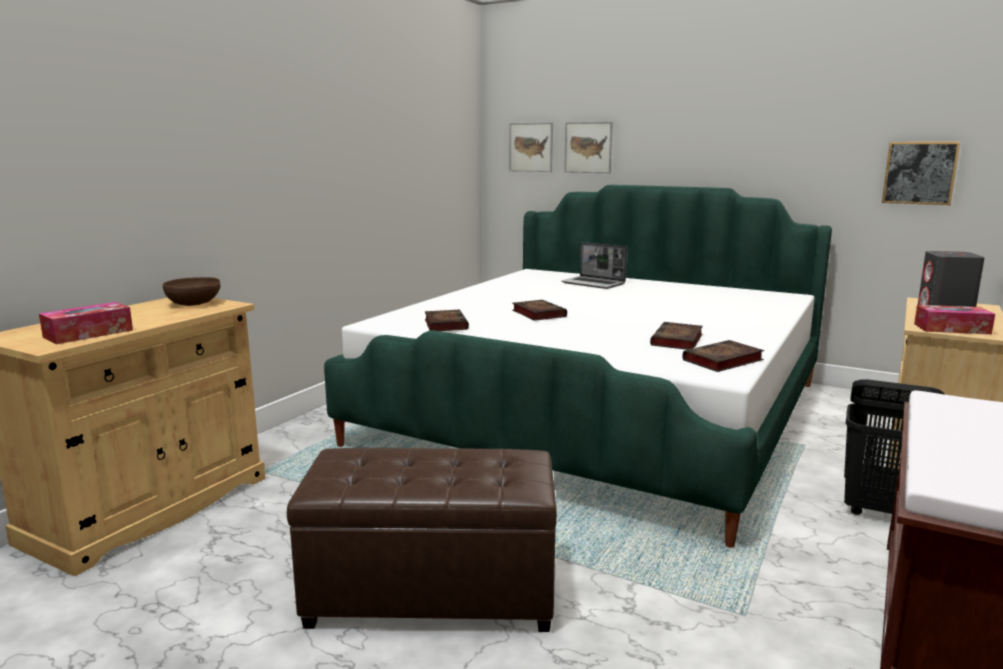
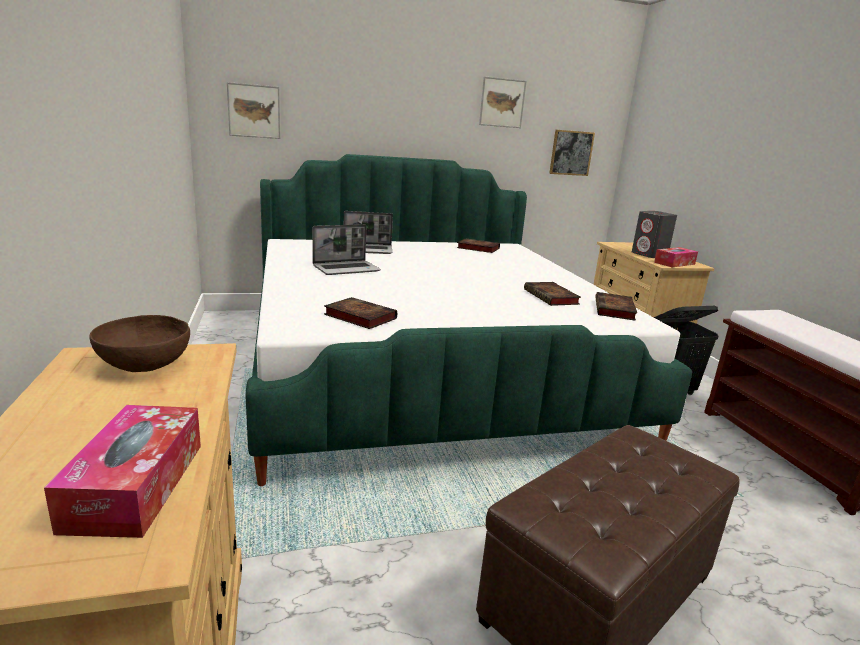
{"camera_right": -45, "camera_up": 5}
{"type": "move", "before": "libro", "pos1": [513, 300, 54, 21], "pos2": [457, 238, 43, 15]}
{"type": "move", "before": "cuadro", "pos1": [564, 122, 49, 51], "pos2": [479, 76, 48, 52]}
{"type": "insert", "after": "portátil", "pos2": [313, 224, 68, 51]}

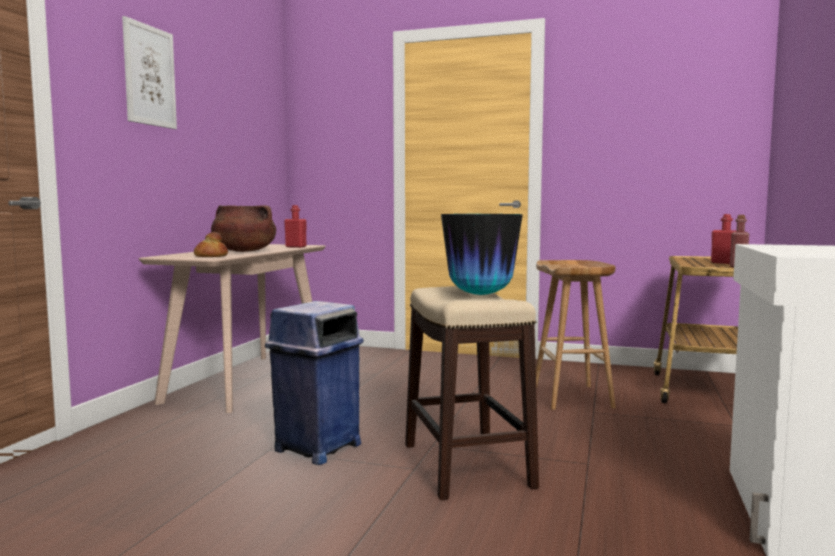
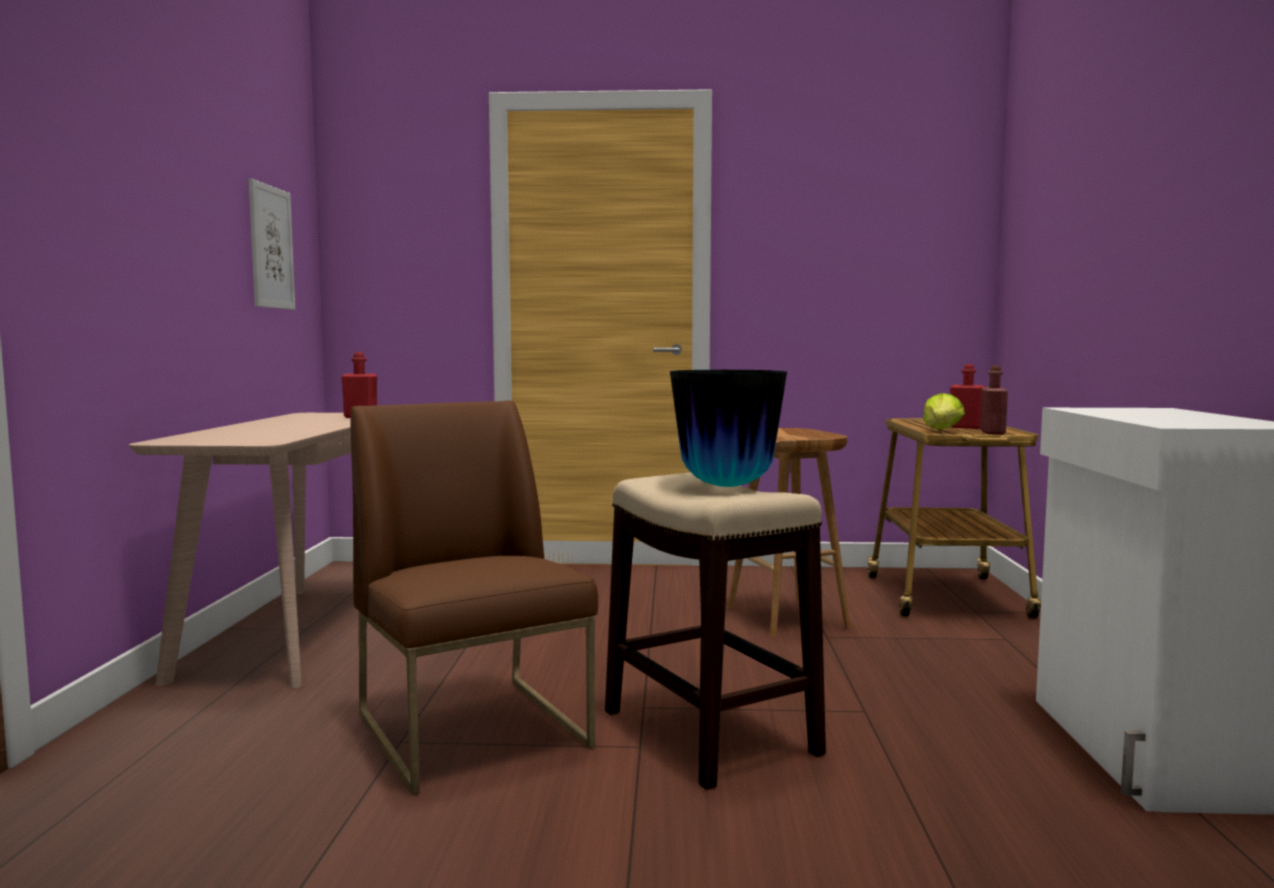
{"camera_right": -15, "camera_up": 0}
{"type": "move", "before": "cuadro", "pos1": [122, 16, 55, 113], "pos2": [249, 179, 46, 131]}
{"type": "delete", "before": "pan", "pos1": [194, 232, 34, 25]}
{"type": "delete", "before": "olla/marrón", "pos1": [211, 205, 65, 47]}
{"type": "replace", "before": "papelera/azul", "after": "silla/marrón", "pos1": [265, 301, 99, 164], "pos2": [351, 401, 247, 394]}
{"type": "insert", "after": "lechuga", "pos2": [923, 393, 42, 36]}

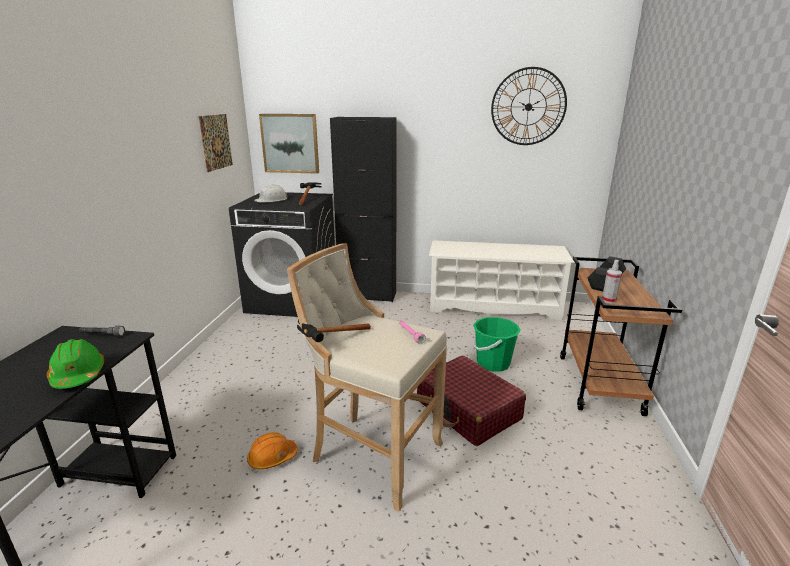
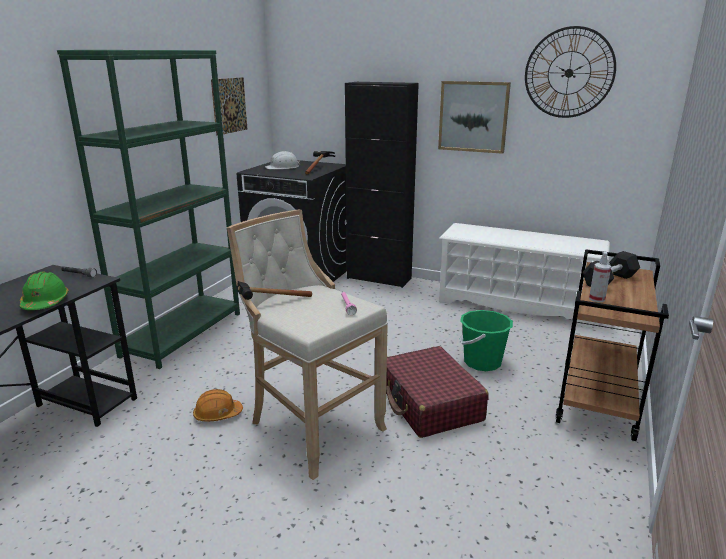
{"camera_right": 15, "camera_up": 0}
{"type": "move", "before": "cuadro", "pos1": [259, 114, 60, 60], "pos2": [438, 81, 73, 73]}
{"type": "insert", "after": "estantería/verde", "pos2": [57, 50, 183, 319]}

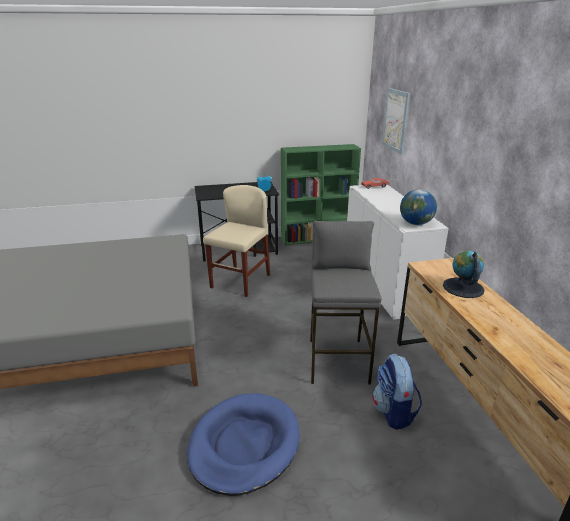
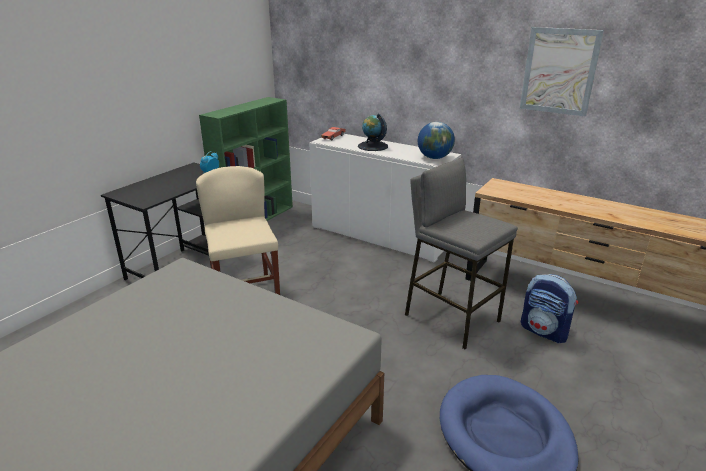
{"camera_right": -45, "camera_up": 0}
{"type": "move", "before": "cuadro", "pos1": [382, 88, 28, 67], "pos2": [520, 27, 84, 90]}
{"type": "move", "before": "globo terráqueo", "pos1": [443, 251, 41, 47], "pos2": [358, 113, 30, 38]}

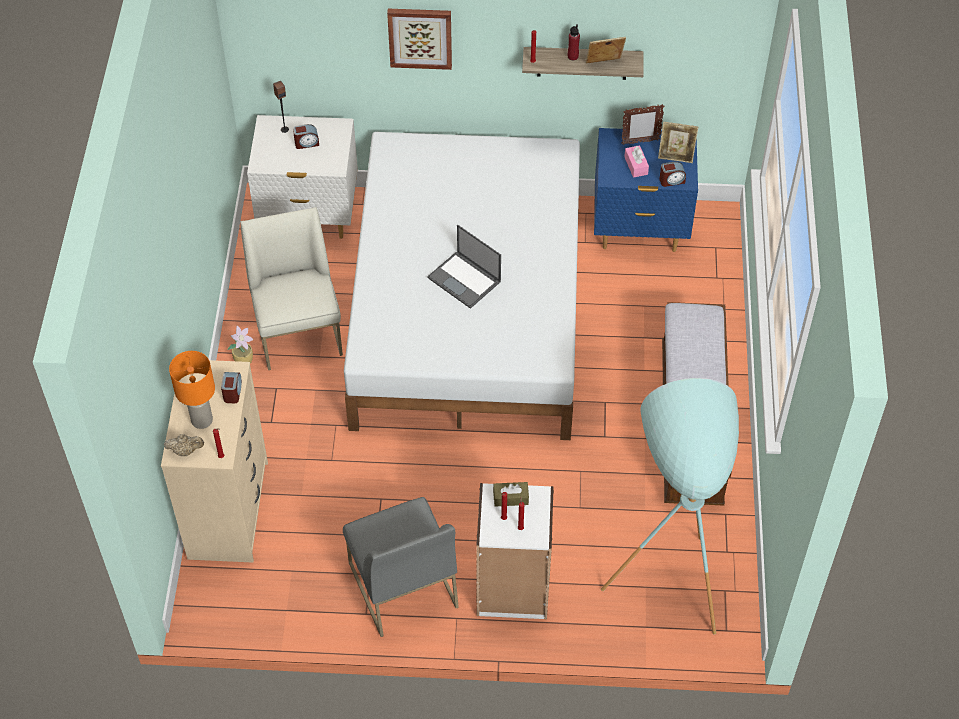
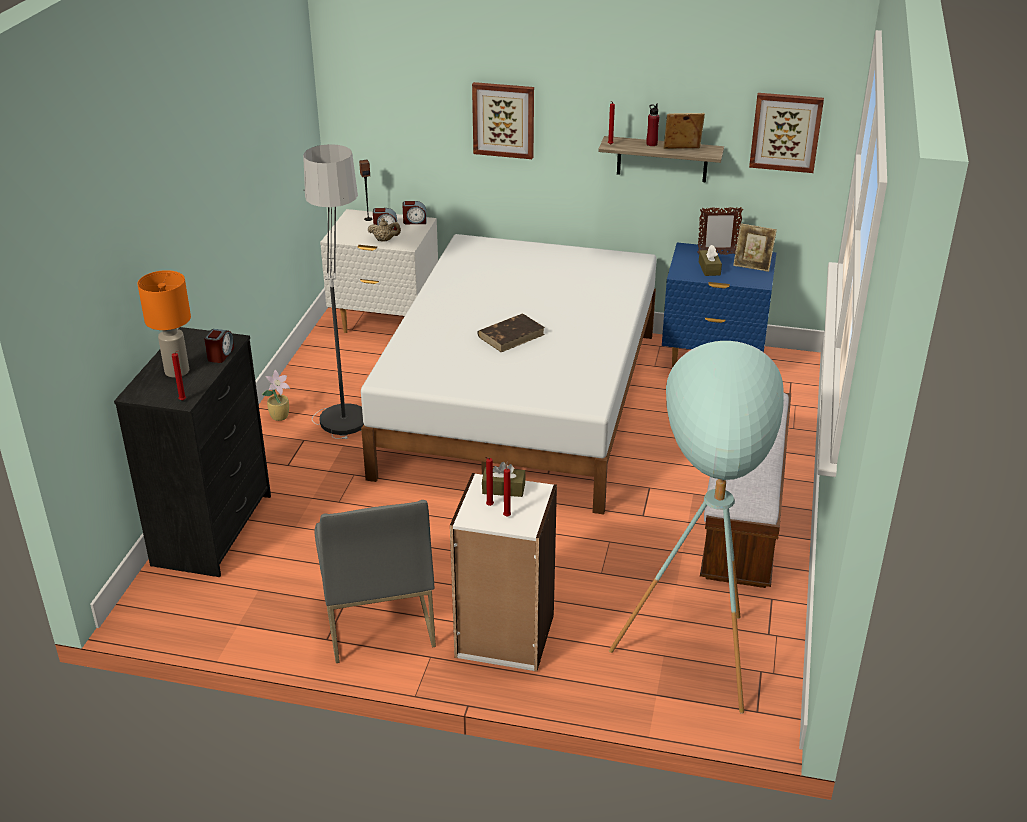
{"camera_right": 10, "camera_up": -20}
{"type": "recolor", "before": "cómoda/beis", "after": "cómoda/negro", "pos1": [161, 360, 107, 203], "pos2": [114, 327, 157, 250]}
{"type": "move", "before": "tetera/beis", "pos1": [164, 434, 40, 22], "pos2": [368, 218, 33, 23]}
{"type": "replace", "before": "silla/blanco", "after": "lámpara de pie", "pos1": [241, 207, 102, 163], "pos2": [303, 144, 61, 295]}
{"type": "replace", "before": "portátil", "after": "libro/marrón", "pos1": [427, 224, 74, 85], "pos2": [478, 313, 67, 39]}
{"type": "recolor", "before": "caja de pañuelos/rosa", "after": "caja de pañuelos/marrón", "pos1": [624, 145, 25, 33], "pos2": [699, 245, 23, 31]}
{"type": "move", "before": "despertador", "pos1": [659, 162, 27, 25], "pos2": [402, 201, 25, 23]}
{"type": "insert", "after": "cuadro", "pos2": [749, 93, 75, 80]}

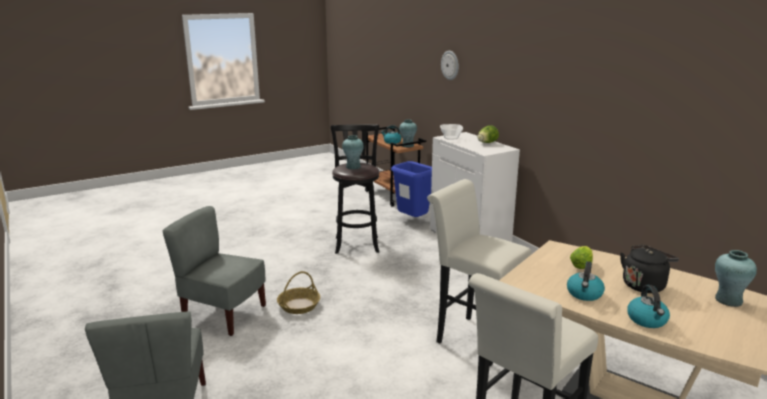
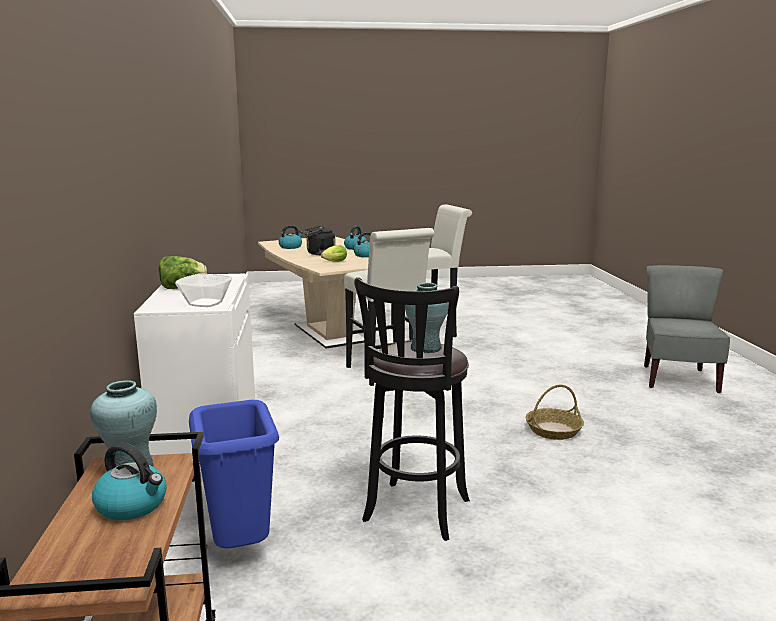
{"camera_right": -155, "camera_up": -5}
{"type": "delete", "before": "silla/gris", "pos1": [162, 206, 104, 130]}
{"type": "delete", "before": "reloj de pared", "pos1": [441, 51, 18, 29]}
{"type": "replace", "before": "florero/turquesa", "after": "hervidor", "pos1": [715, 250, 42, 57], "pos2": [279, 225, 24, 24]}

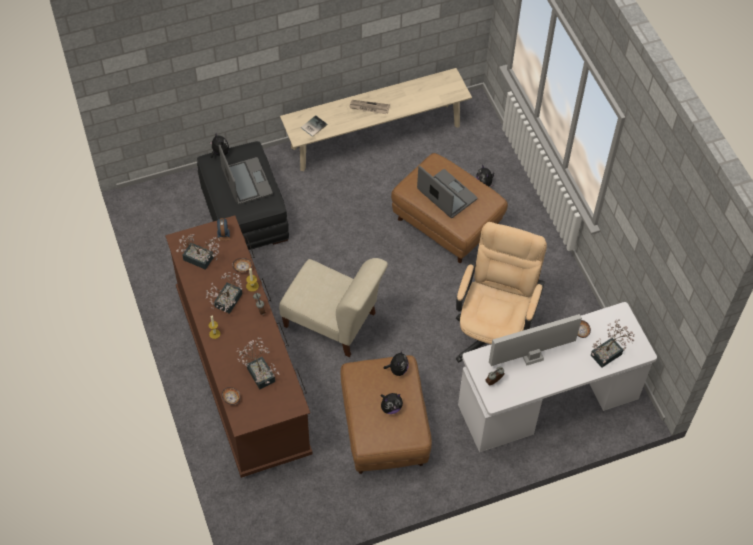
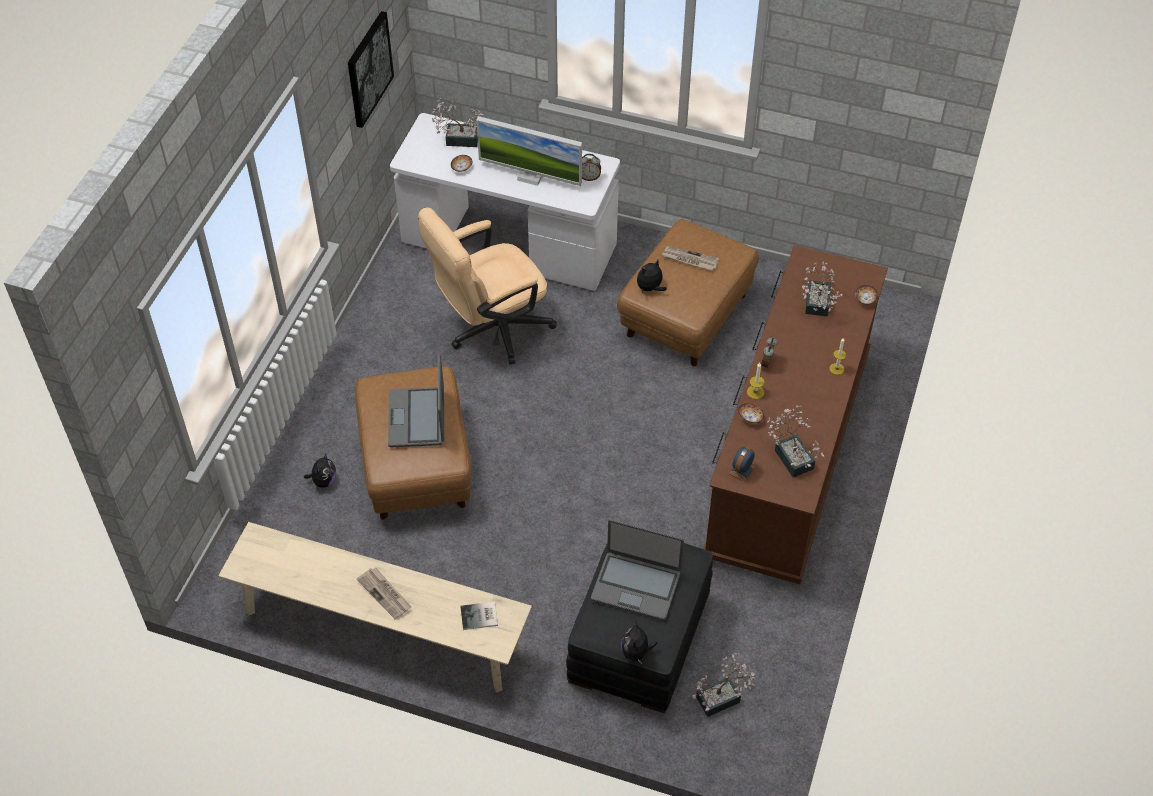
{"camera_right": -140, "camera_up": -5}
{"type": "move", "before": "planta en maceta", "pos1": [206, 272, 36, 42], "pos2": [692, 653, 63, 64]}
{"type": "rotate", "before": "portátil", "pos1": [219, 145, 54, 60], "pos2": [591, 519, 93, 101], "turn": -90}
{"type": "delete", "before": "silla/beis", "pos1": [279, 258, 109, 99]}
{"type": "replace", "before": "peluche", "after": "periódico", "pos1": [381, 393, 22, 21], "pos2": [662, 246, 57, 24]}
{"type": "insert", "after": "cuadro", "pos2": [348, 11, 46, 117]}

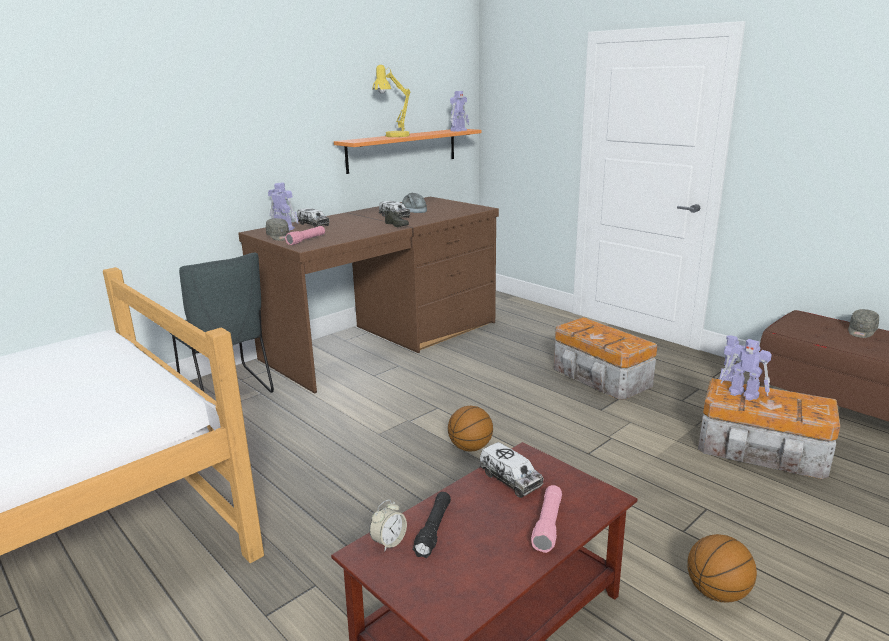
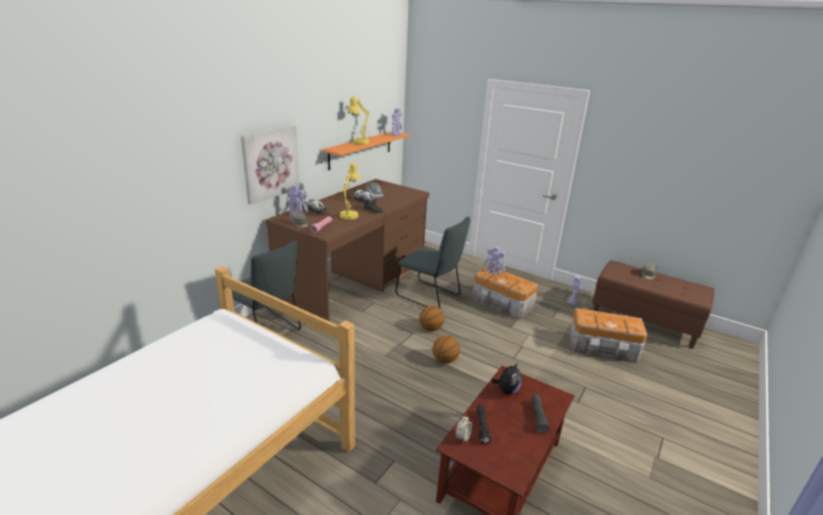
{"camera_right": -15, "camera_up": 5}
{"type": "replace", "before": "camión de juguete", "after": "peluche", "pos1": [479, 442, 64, 56], "pos2": [491, 362, 31, 33]}
{"type": "recolor", "before": "linterna/rosa", "after": "linterna/negro", "pos1": [531, 485, 31, 68], "pos2": [531, 394, 18, 39]}
{"type": "move", "before": "balón de baloncesto", "pos1": [687, 534, 70, 68], "pos2": [419, 306, 25, 25]}
{"type": "move", "before": "robot de juguete", "pos1": [721, 339, 51, 62], "pos2": [483, 246, 22, 29]}
{"type": "insert", "after": "cuadro", "pos2": [241, 126, 59, 79]}
{"type": "insert", "after": "lámpara de mesa/amarillo", "pos2": [339, 162, 21, 58]}
{"type": "insert", "after": "silla/gris", "pos2": [395, 217, 75, 92]}

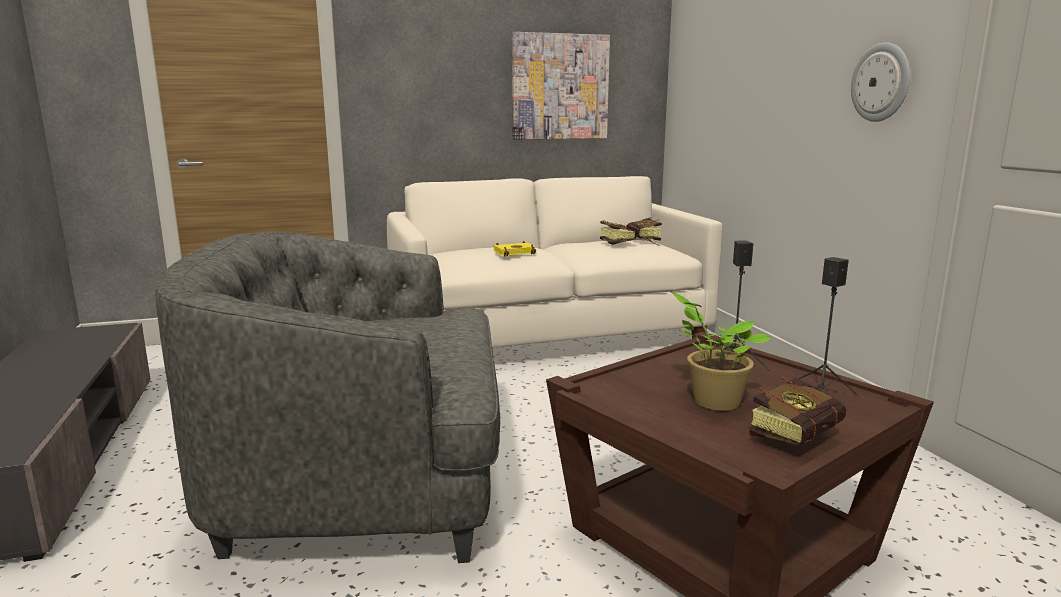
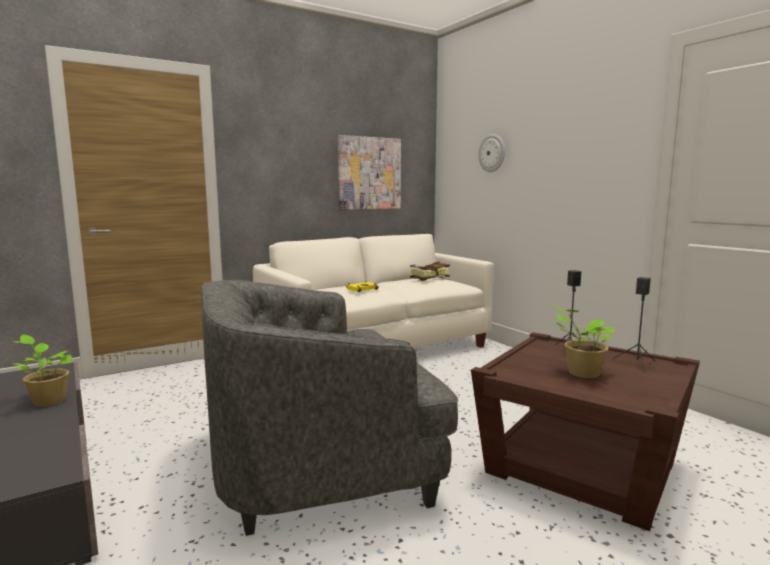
{"camera_right": -15, "camera_up": -5}
{"type": "delete", "before": "libro", "pos1": [750, 377, 96, 69]}
{"type": "move", "before": "reloj de pared", "pos1": [851, 42, 59, 80], "pos2": [478, 134, 27, 38]}
{"type": "insert", "after": "planta en maceta", "pos2": [12, 334, 62, 72]}

